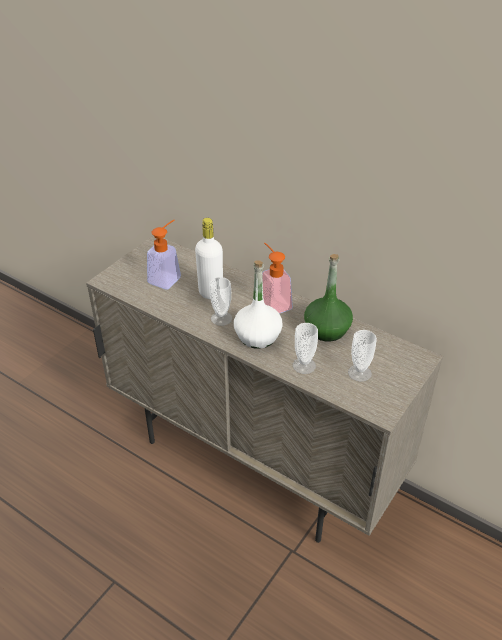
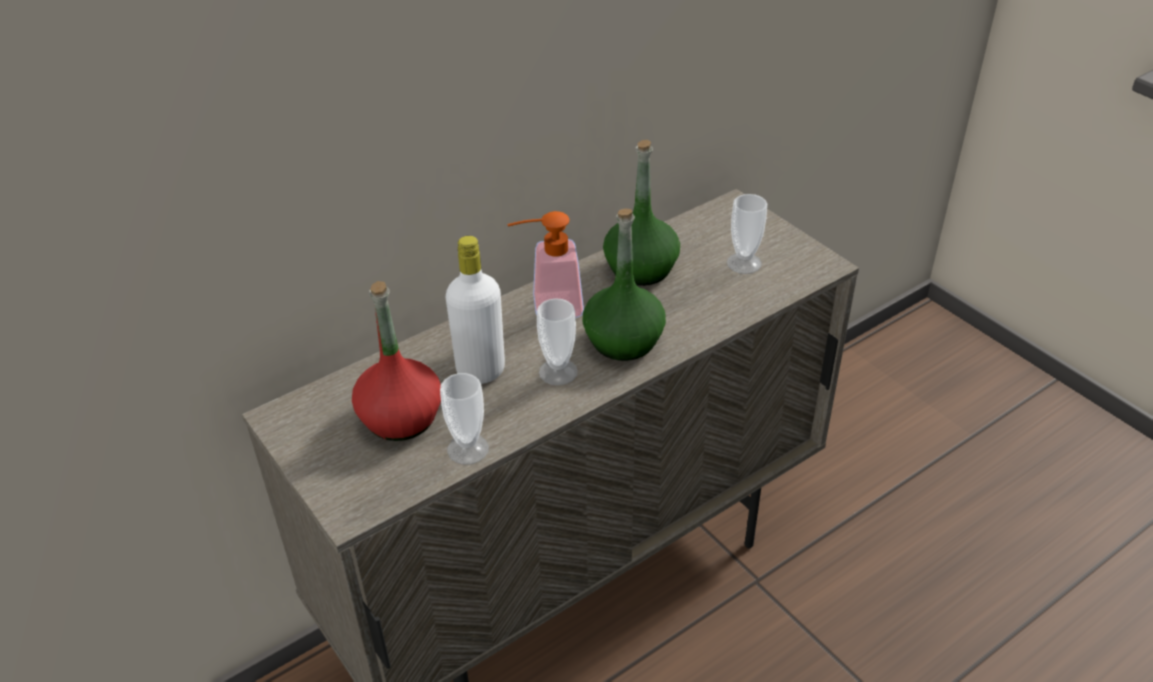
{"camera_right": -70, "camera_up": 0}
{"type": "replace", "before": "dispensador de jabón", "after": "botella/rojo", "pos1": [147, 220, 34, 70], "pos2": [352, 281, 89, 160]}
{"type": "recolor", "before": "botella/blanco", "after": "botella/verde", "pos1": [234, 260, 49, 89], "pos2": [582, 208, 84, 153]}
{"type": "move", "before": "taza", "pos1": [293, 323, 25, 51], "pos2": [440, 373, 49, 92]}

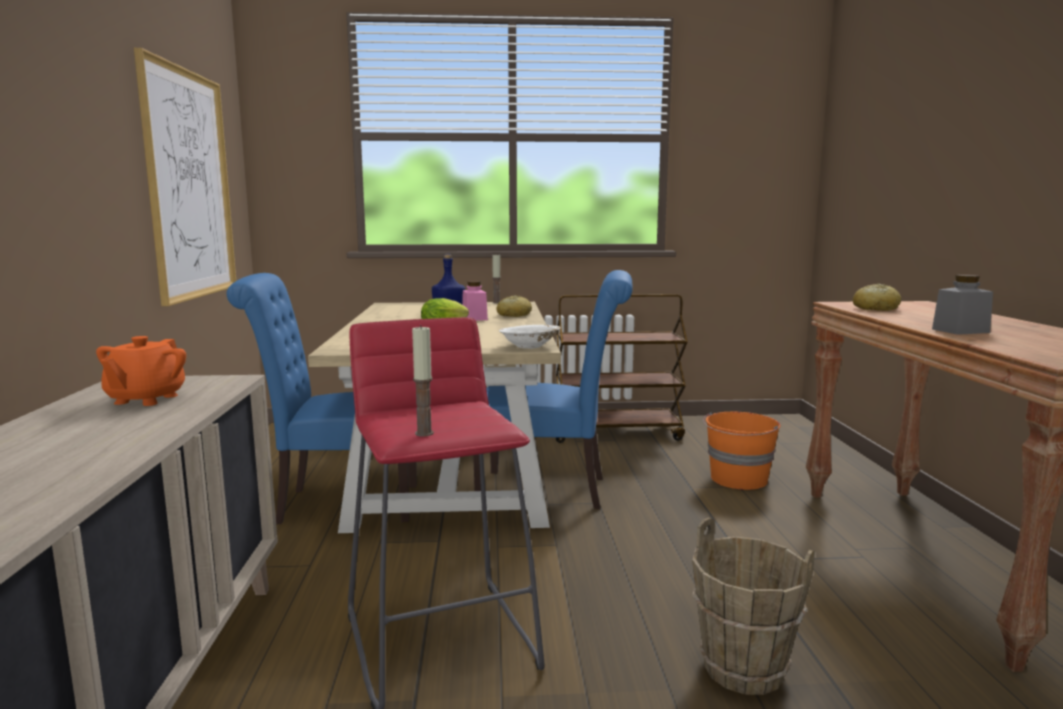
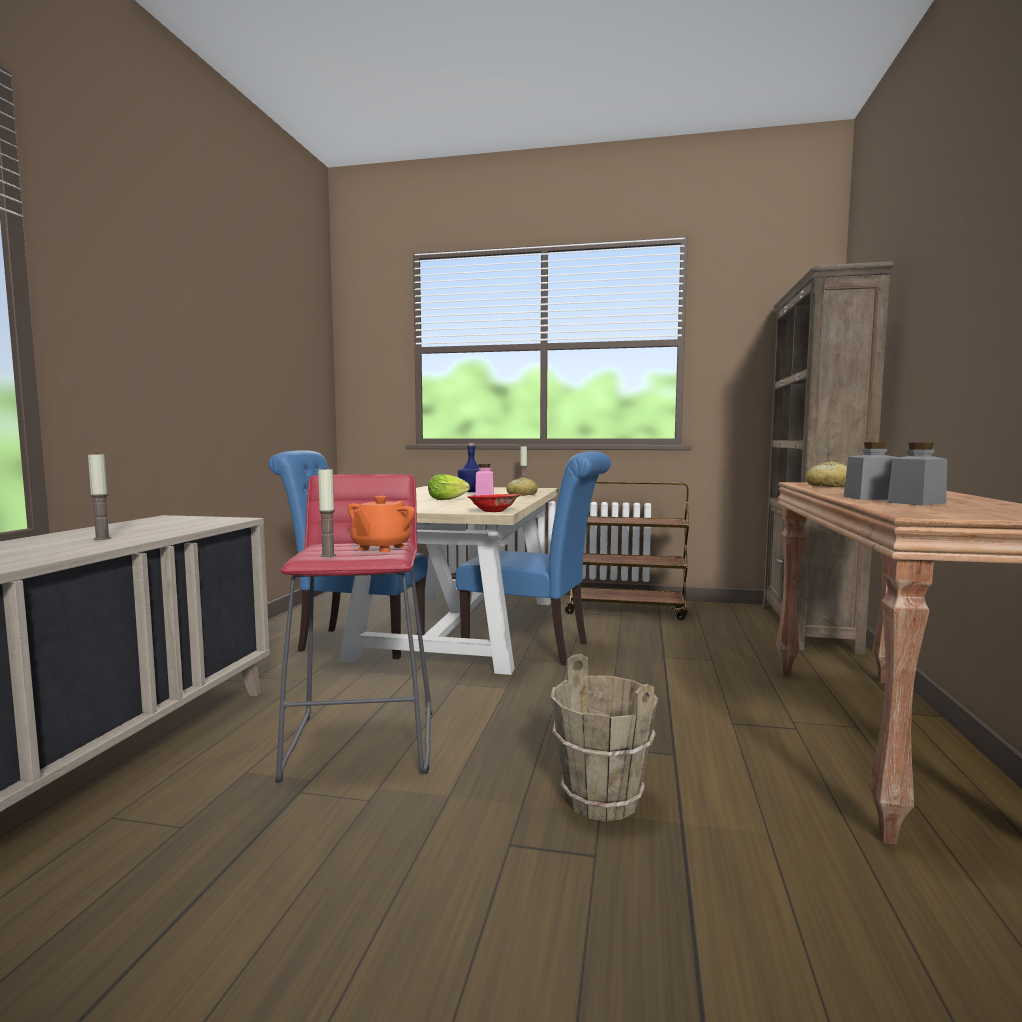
{"camera_right": 15, "camera_up": -5}
{"type": "move", "before": "tetera/naranja", "pos1": [96, 336, 90, 70], "pos2": [347, 496, 68, 56]}
{"type": "delete", "before": "cuadro", "pos1": [134, 48, 102, 258]}
{"type": "recolor", "before": "cuenco/blanco", "after": "cuenco/rojo", "pos1": [499, 325, 62, 24], "pos2": [468, 494, 52, 18]}
{"type": "delete", "before": "cubo/naranja", "pos1": [703, 412, 77, 78]}
{"type": "insert", "after": "vela", "pos2": [88, 452, 23, 88]}
{"type": "insert", "after": "estantería/marrón", "pos2": [763, 261, 130, 393]}
{"type": "insert", "after": "tarro/gris", "pos2": [887, 443, 60, 63]}

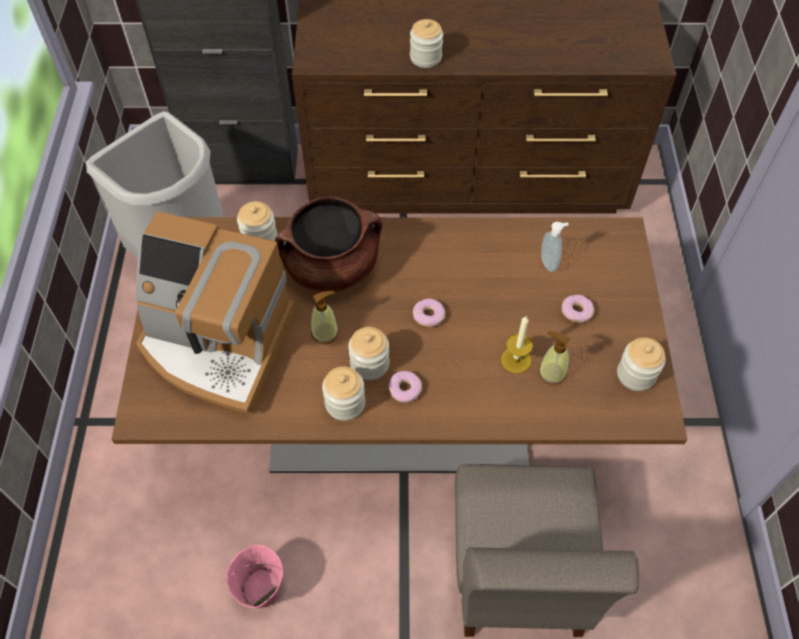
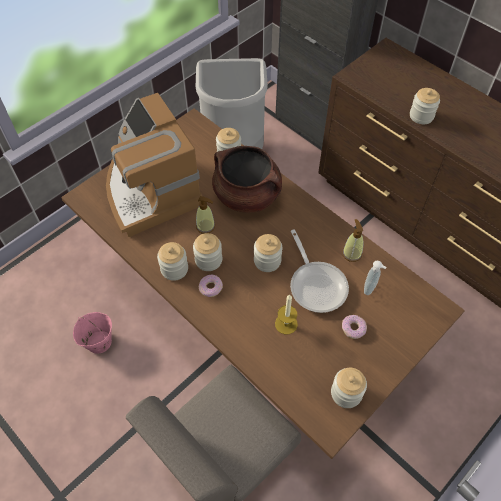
{"camera_right": 45, "camera_up": 0}
{"type": "replace", "before": "rosquilla", "after": "tarro", "pos1": [413, 298, 32, 29], "pos2": [254, 234, 28, 38]}
{"type": "move", "before": "dispensador de jabón", "pos1": [538, 331, 32, 54], "pos2": [342, 219, 21, 43]}
{"type": "insert", "after": "sartén", "pos2": [290, 230, 59, 83]}

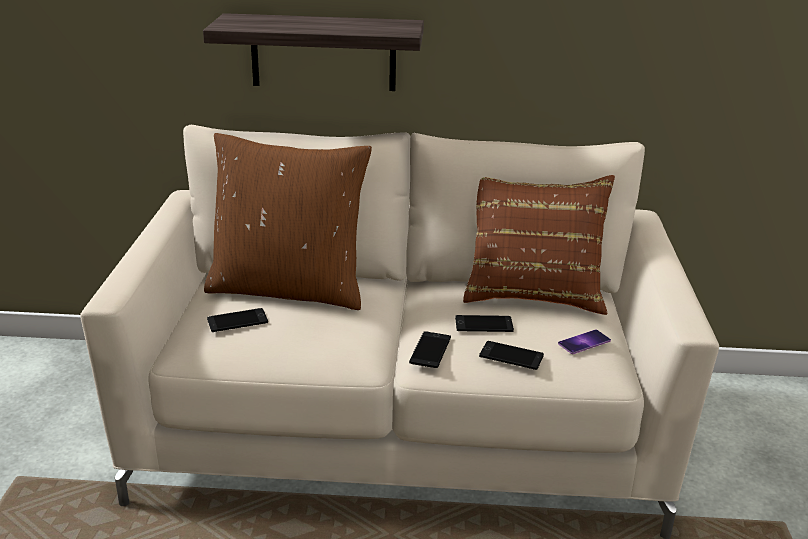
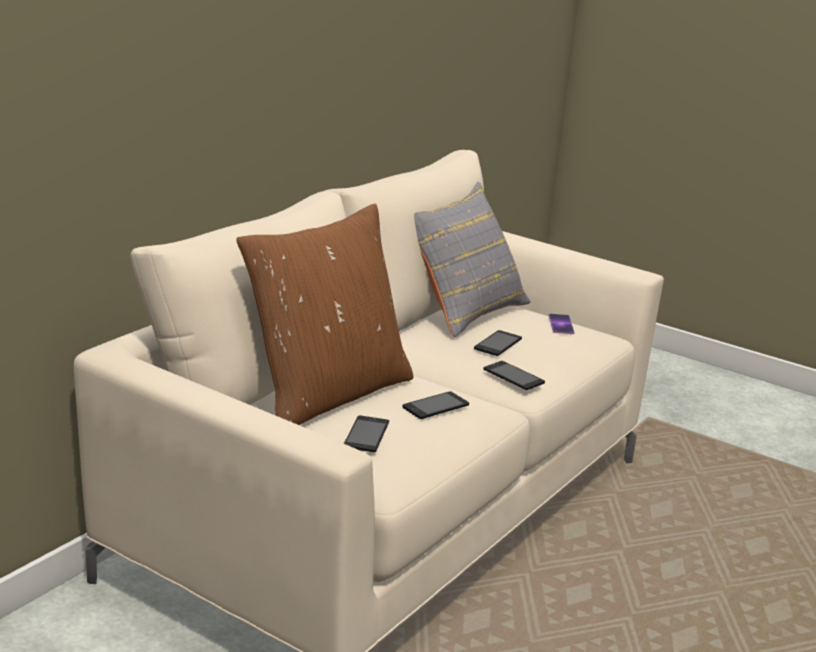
{"camera_right": -60, "camera_up": -5}
{"type": "delete", "before": "estante", "pos1": [203, 13, 221, 78]}
{"type": "recolor", "before": "cojín/marrón", "after": "cojín/gris", "pos1": [463, 175, 152, 140], "pos2": [414, 182, 116, 156]}
{"type": "move", "before": "móvil", "pos1": [479, 341, 65, 29], "pos2": [402, 391, 67, 28]}

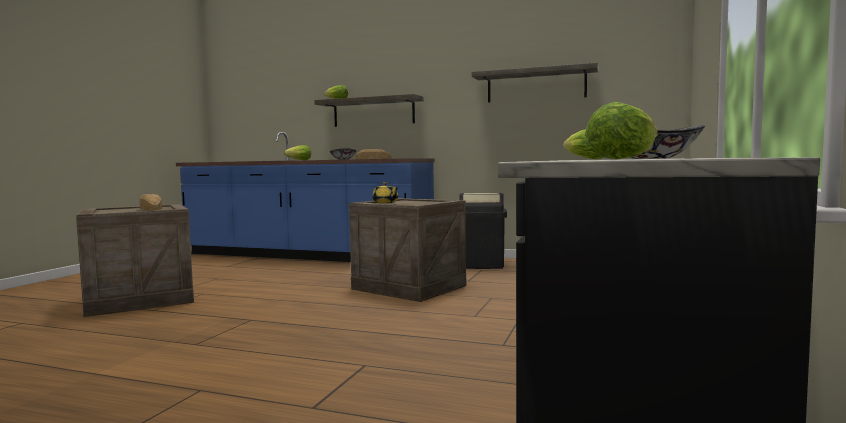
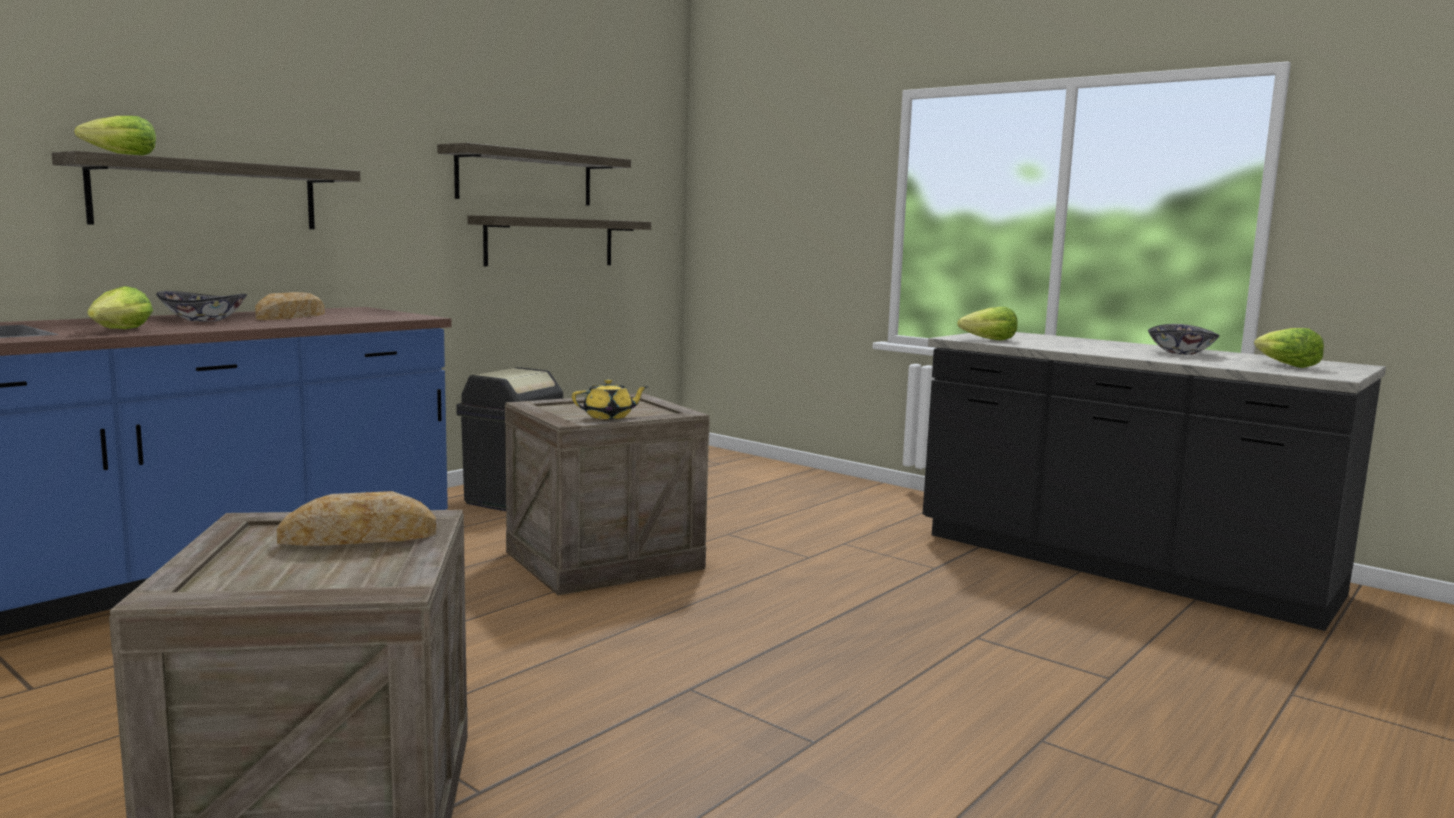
{"camera_right": -70, "camera_up": 5}
{"type": "insert", "after": "estante", "pos2": [467, 215, 184, 51]}

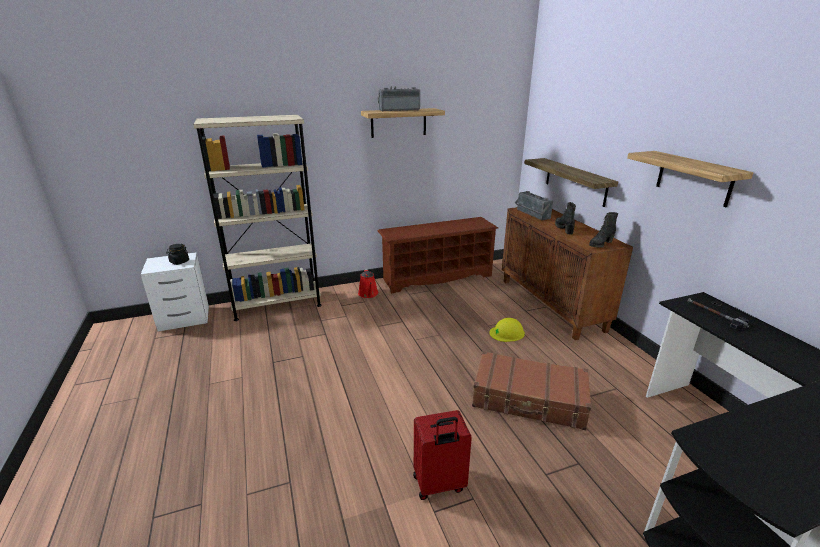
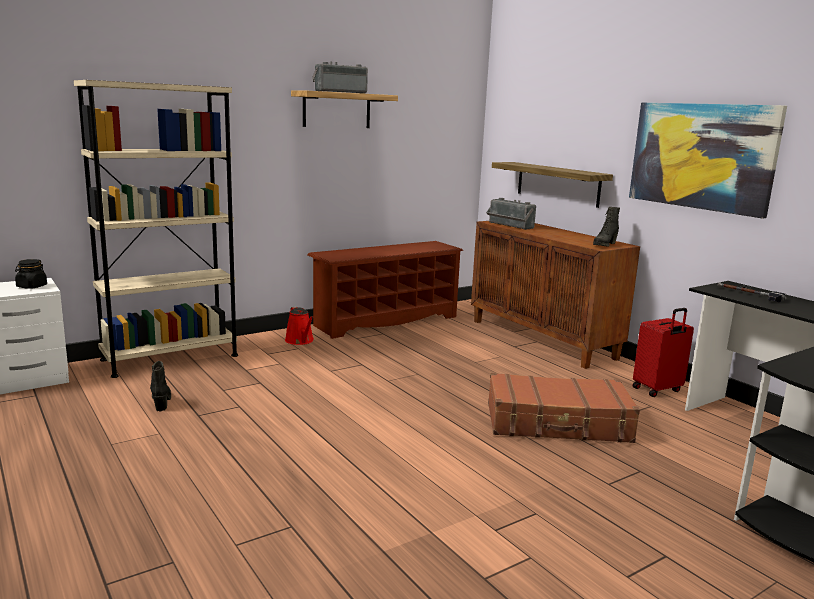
{"camera_right": -15, "camera_up": -10}
{"type": "move", "before": "maleta/rojo", "pos1": [413, 410, 59, 90], "pos2": [633, 308, 61, 89]}
{"type": "delete", "before": "casco/amarillo", "pos1": [489, 318, 36, 24]}
{"type": "move", "before": "bota/negro", "pos1": [555, 202, 21, 33], "pos2": [150, 361, 21, 50]}
{"type": "replace", "before": "estante", "after": "cuadro", "pos1": [627, 151, 127, 56], "pos2": [629, 103, 158, 115]}

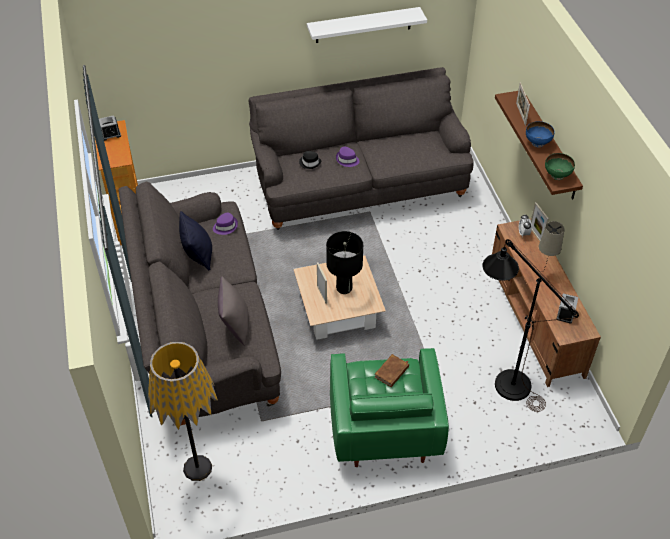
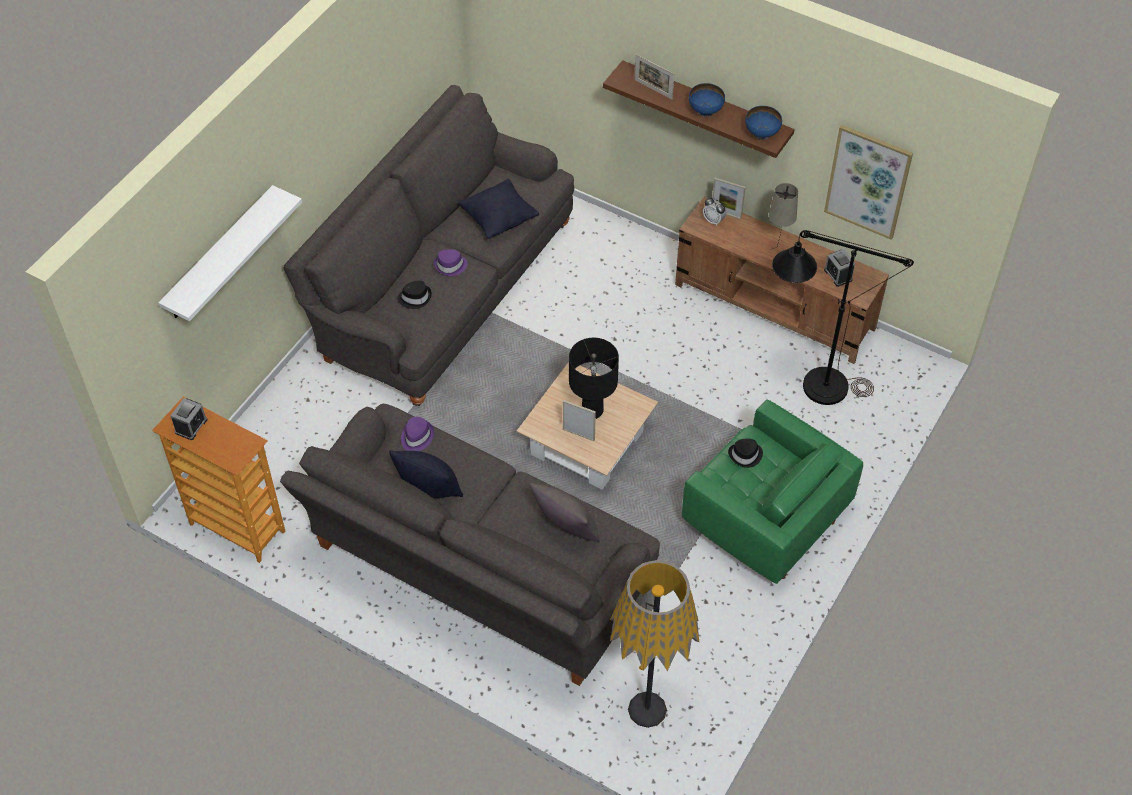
{"camera_right": -45, "camera_up": 5}
{"type": "move", "before": "estante/blanco", "pos1": [307, 7, 120, 36], "pos2": [158, 185, 144, 136]}
{"type": "replace", "before": "libro/marrón", "after": "sombrero/negro", "pos1": [375, 354, 34, 33], "pos2": [728, 438, 35, 30]}
{"type": "recolor", "before": "cuenco/verde", "after": "cuenco/azul", "pos1": [545, 153, 30, 27], "pos2": [745, 106, 37, 34]}
{"type": "insert", "after": "cojín/negro", "pos2": [459, 179, 80, 60]}
{"type": "insert", "after": "cuadro", "pos2": [824, 125, 89, 115]}

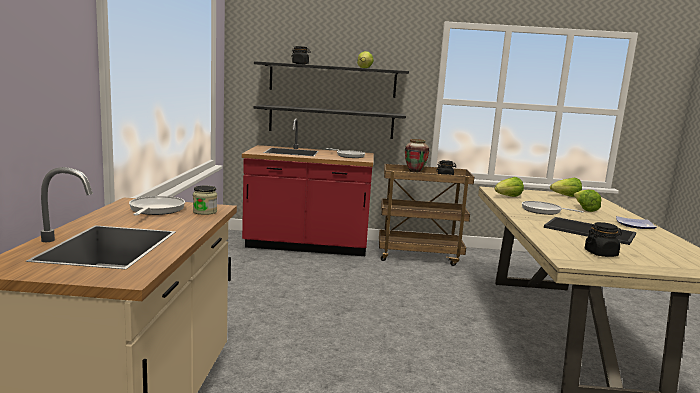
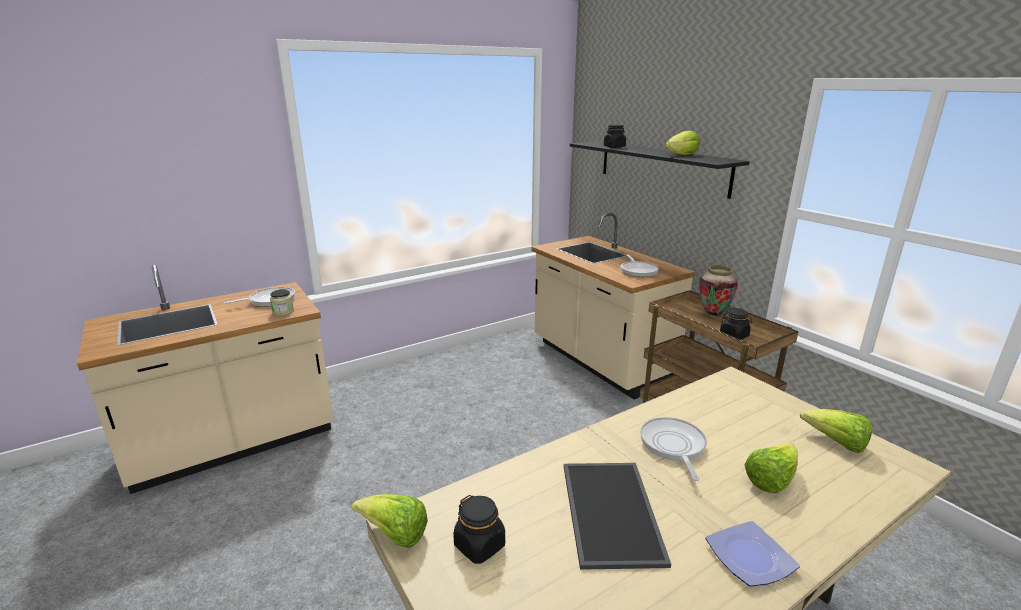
{"camera_right": 55, "camera_up": 10}
{"type": "recolor", "before": "mueble bajo de cocina/rojo", "after": "mueble bajo de cocina/beis", "pos1": [242, 118, 132, 138], "pos2": [531, 213, 164, 186]}
{"type": "delete", "before": "estante/negro", "pos1": [253, 105, 153, 34]}
{"type": "move", "before": "lechuga", "pos1": [494, 177, 30, 20], "pos2": [352, 494, 76, 54]}

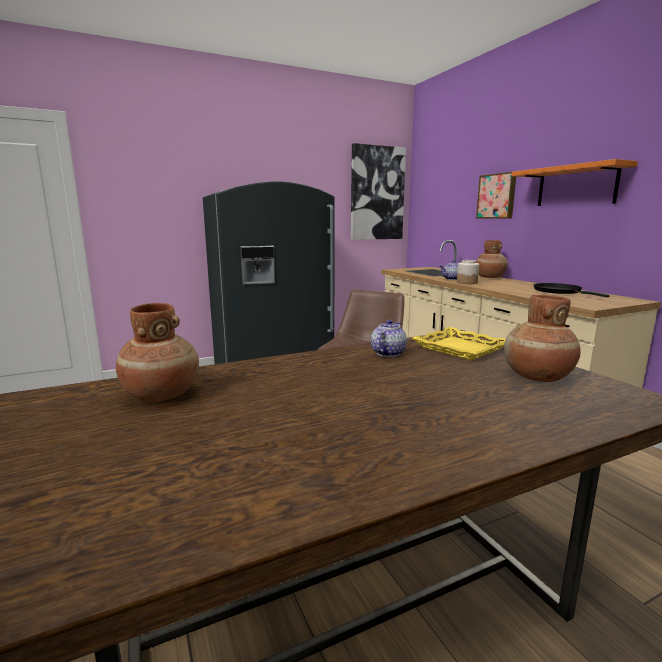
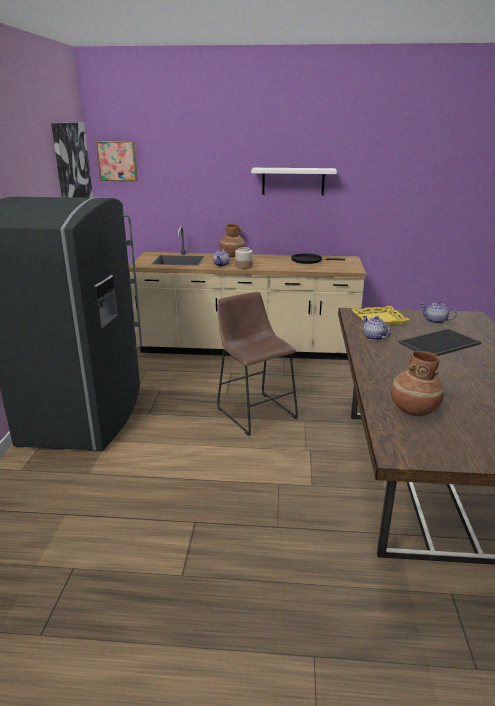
{"camera_right": -60, "camera_up": 10}
{"type": "move", "before": "cuadro", "pos1": [476, 172, 40, 47], "pos2": [96, 141, 42, 40]}
{"type": "replace", "before": "florero/marrón", "after": "tetera", "pos1": [504, 295, 77, 87], "pos2": [420, 301, 37, 23]}
{"type": "recolor", "before": "estante/naranja", "after": "estante/blanco", "pos1": [511, 159, 127, 47], "pos2": [251, 168, 86, 28]}
{"type": "insert", "after": "bandeja", "pos2": [398, 328, 83, 28]}

